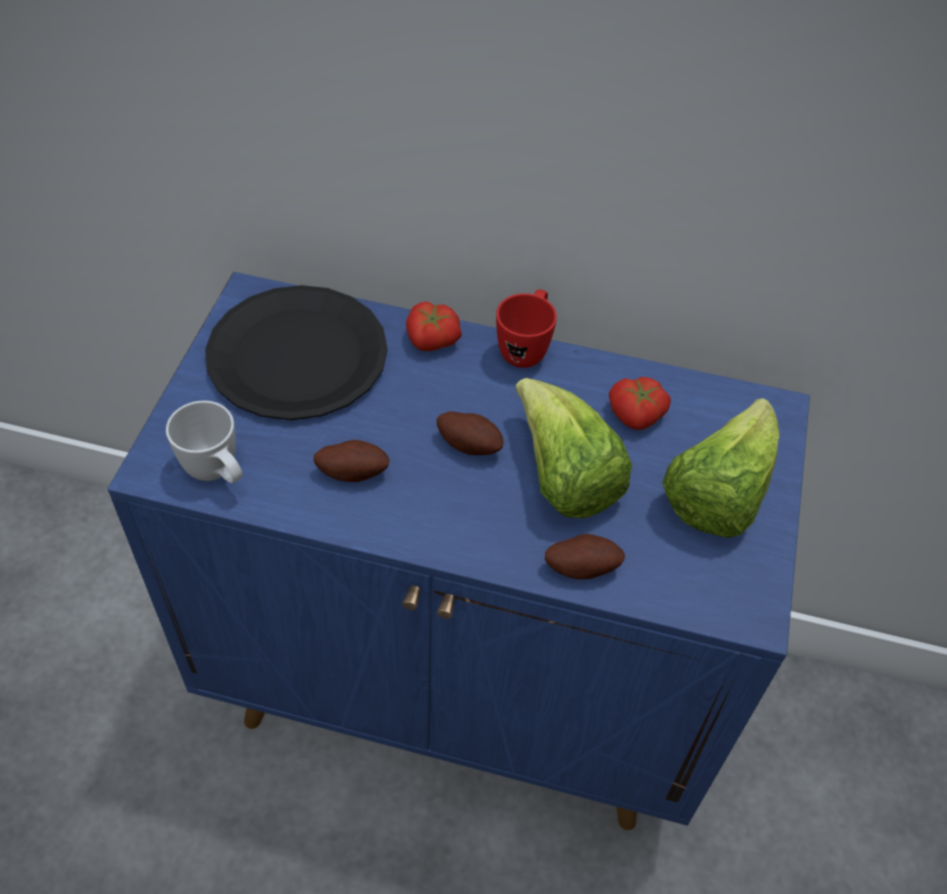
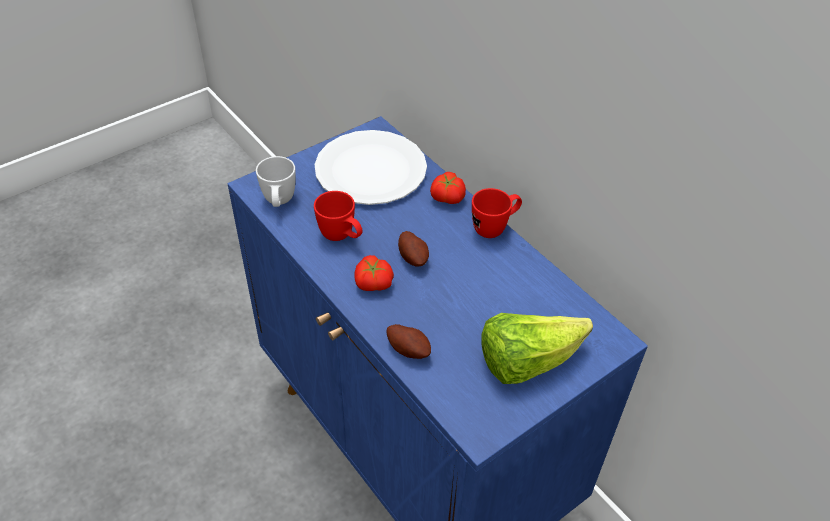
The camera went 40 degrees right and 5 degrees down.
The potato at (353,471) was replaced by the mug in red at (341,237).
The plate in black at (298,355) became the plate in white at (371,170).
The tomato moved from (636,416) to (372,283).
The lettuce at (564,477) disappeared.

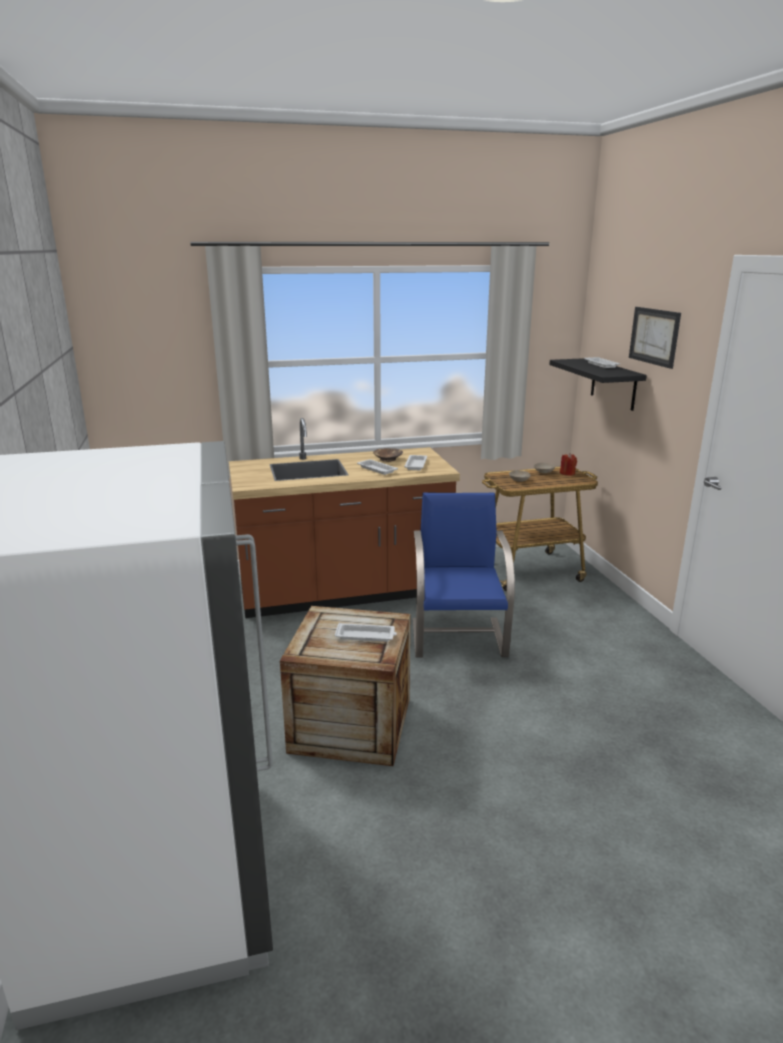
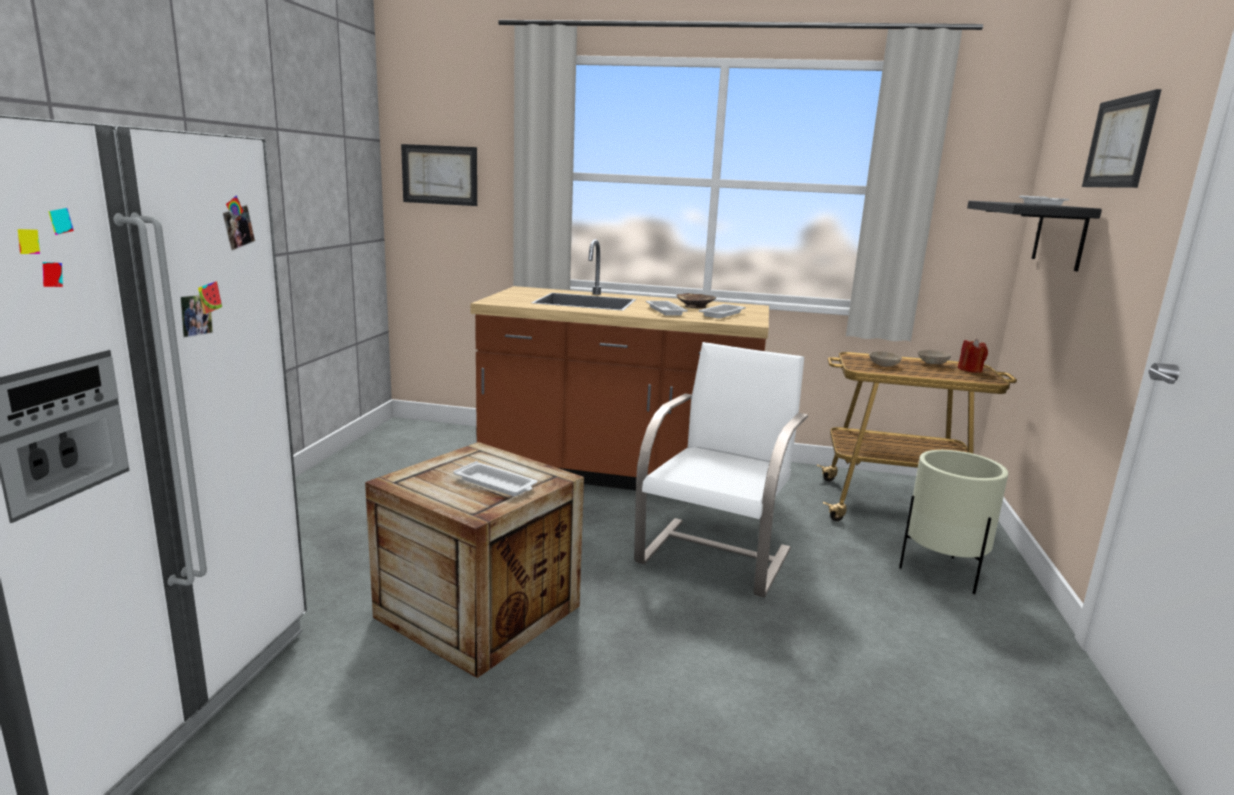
The camera went 25 degrees right and 5 degrees down.
The picture at (440,175) appeared.
The chair in blue at (458,636) became the chair in white at (716,555).
The planter in beige at (941,572) appeared.

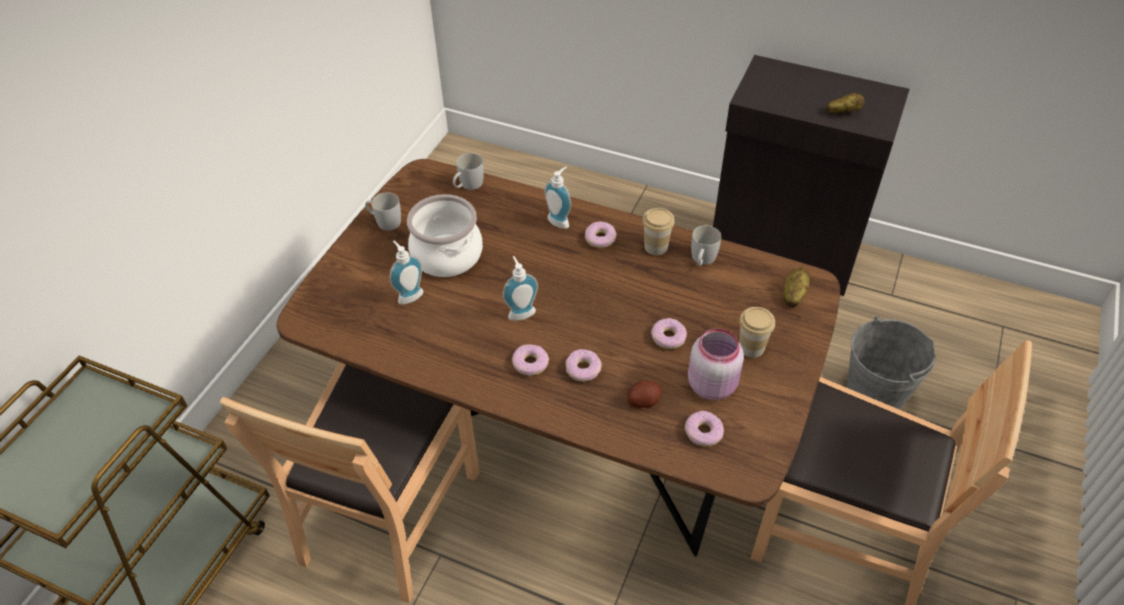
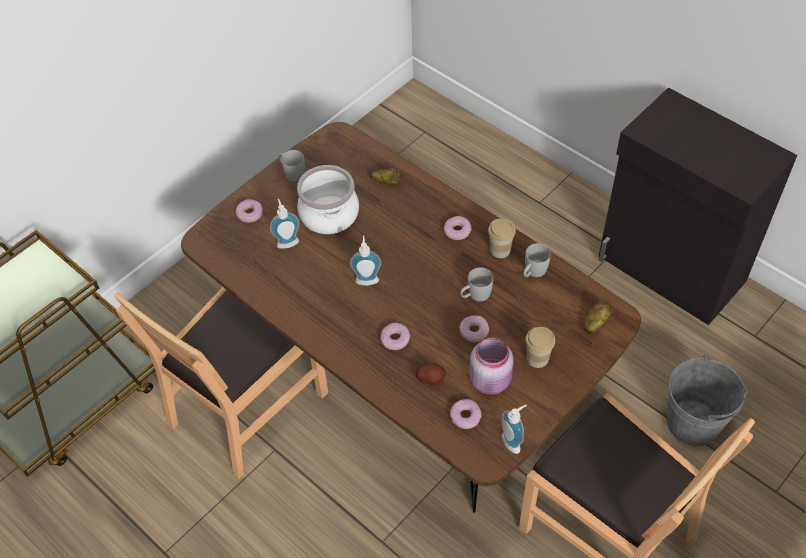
The camera went 20 degrees right and 5 degrees up.
The donut moved from (530,364) to (249,214).
The potato moved from (843,112) to (387,182).
The mug in white moved from (468,185) to (475,295).
The soap dispenser moved from (560,220) to (513,441).

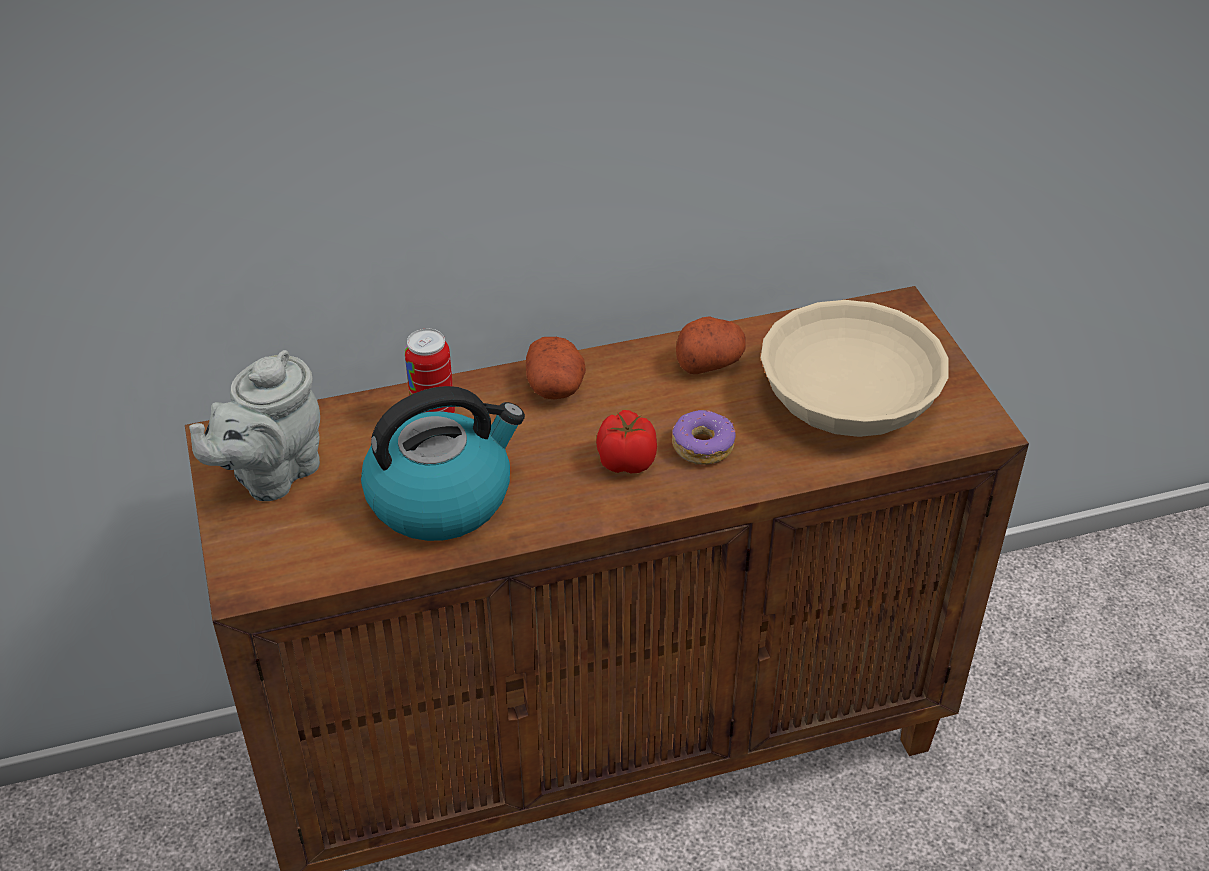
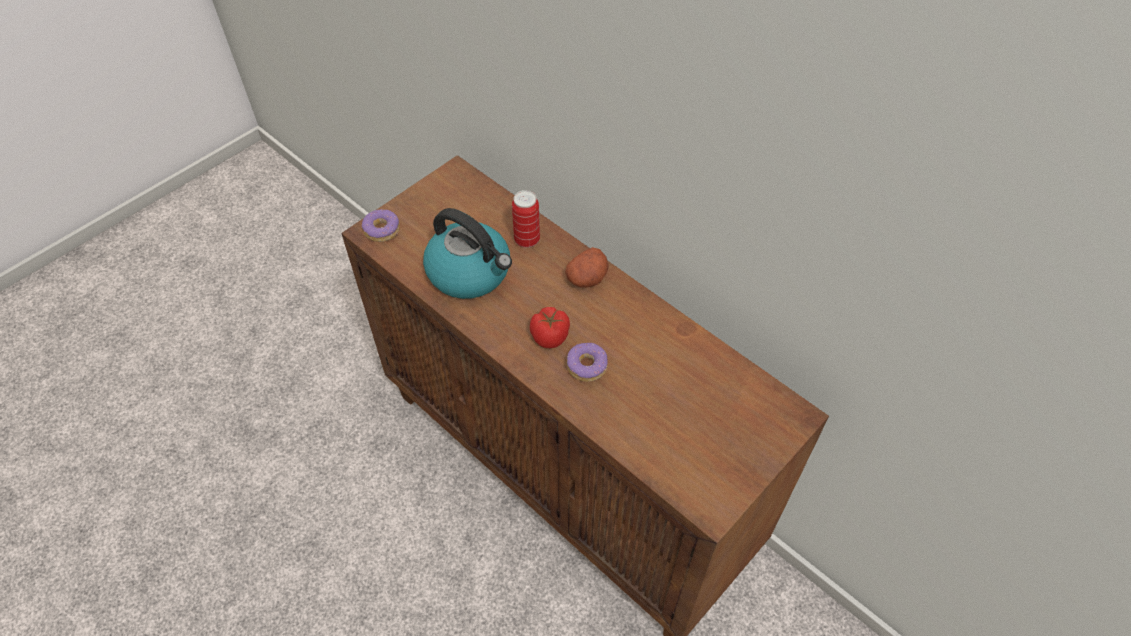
The camera went 60 degrees right and 10 degrees up.
The donut at (382,230) appeared.
The teapot in grey at (271,474) disappeared.
The potato at (709,361) disappeared.
The bowl in beige at (849,396) disappeared.

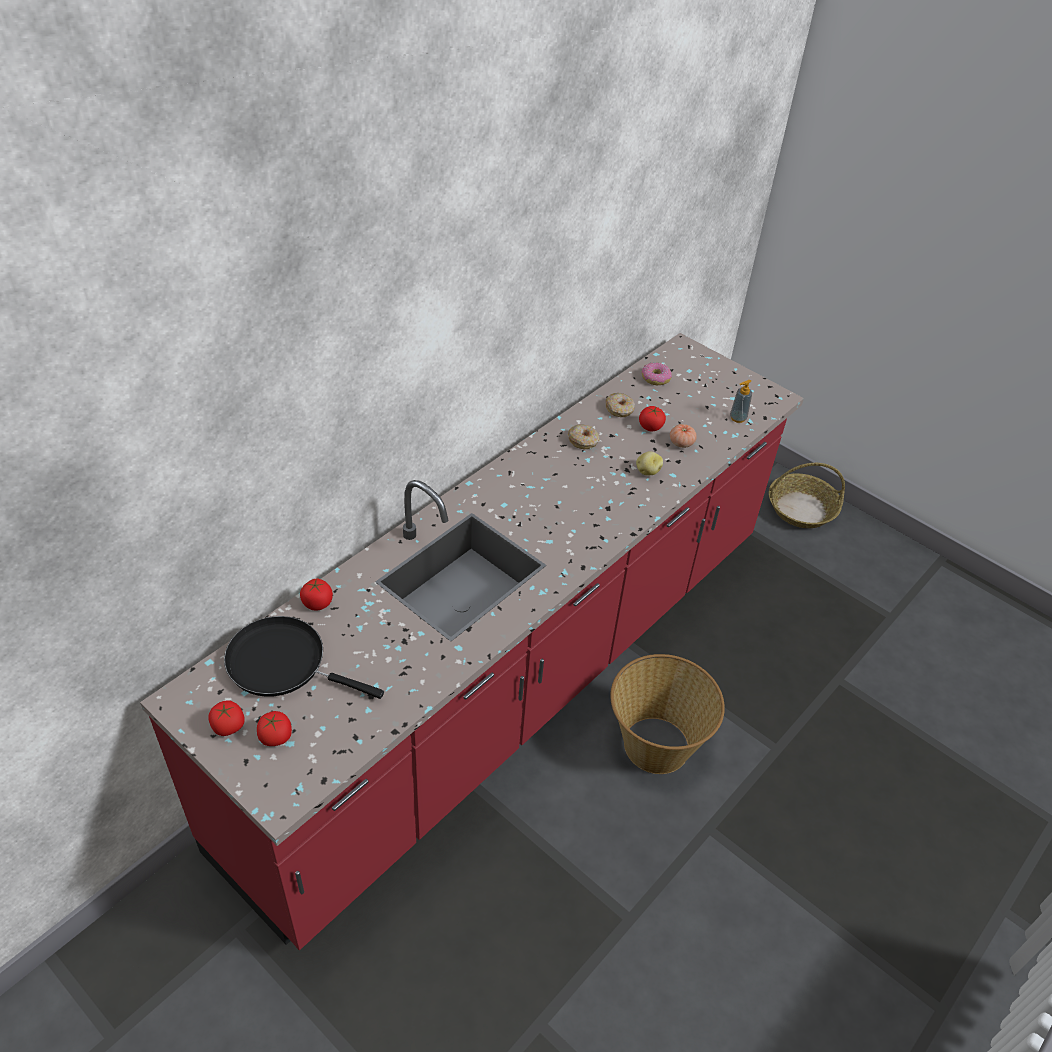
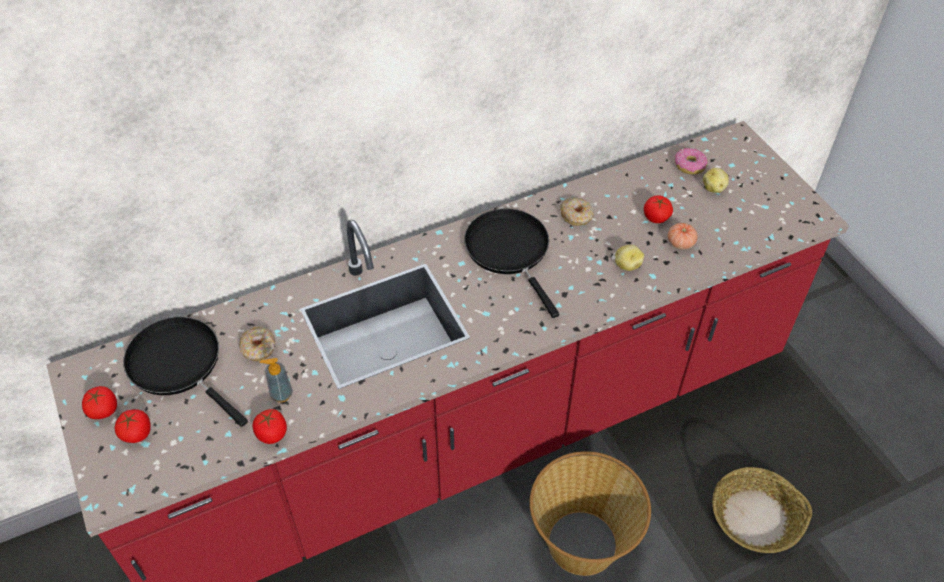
The camera went 25 degrees right and 5 degrees up.
The donut moved from (619,409) to (259,348).
The tomato moved from (317,603) to (272,434).
The soap dispenser moved from (738,418) to (281,394).
The frying pan in black at (510,251) appeared.
The potato at (714,188) appeared.
The basket moved from (801,508) to (755,517).

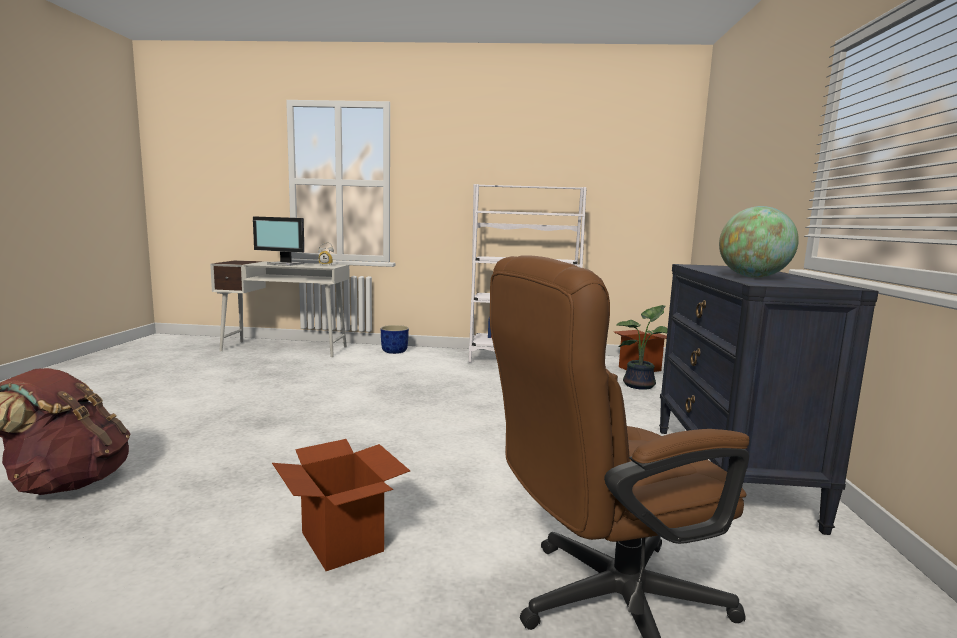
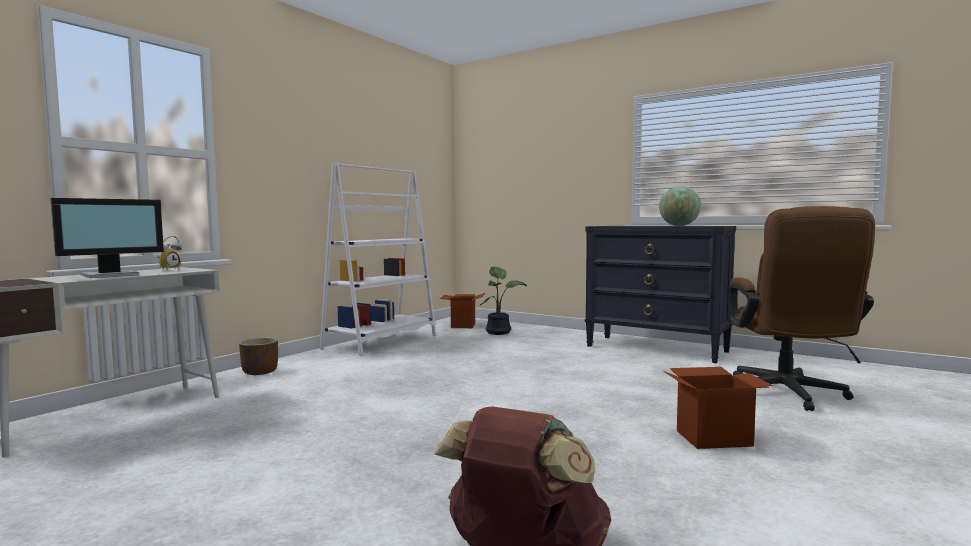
The camera went 60 degrees left and 5 degrees down.
The planter in blue at (395,351) became the planter in brown at (260,372).

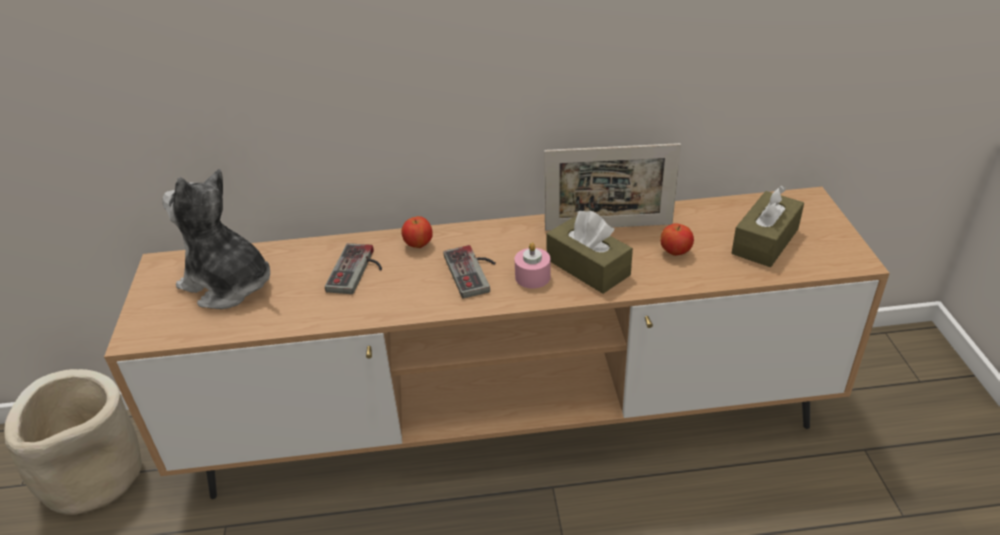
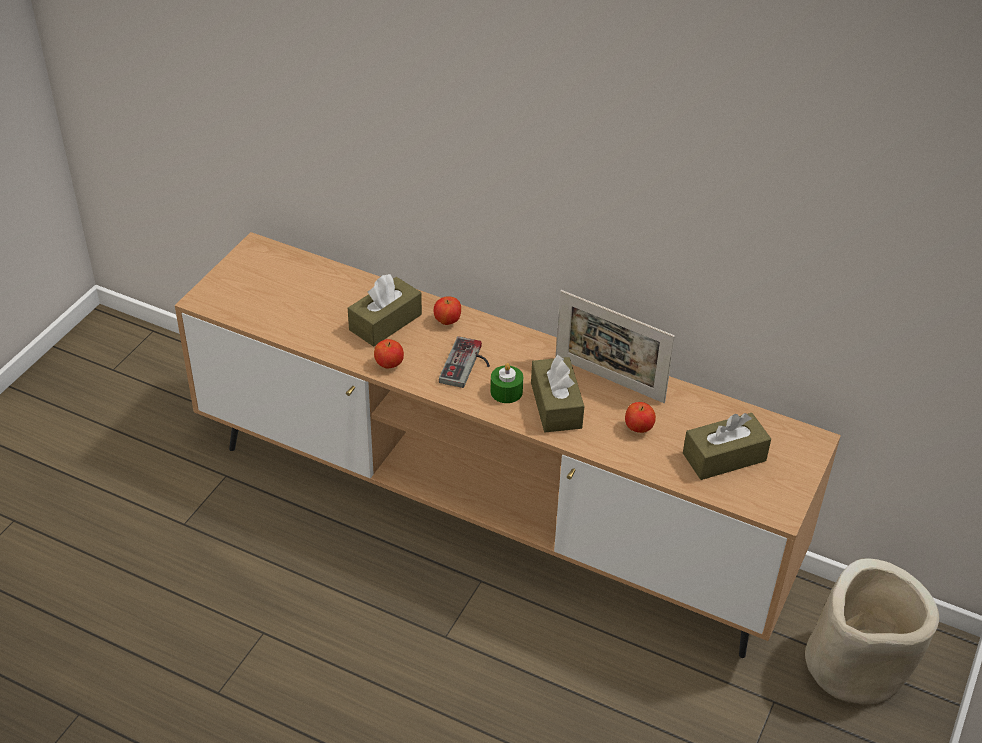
The camera went 30 degrees right and 5 degrees up.
The game controller at (358,271) was replaced by the tissue box in brown at (385,322).
The apple at (389,364) appeared.
The candle in pink at (532,277) became the candle in green at (506,392).
The planter in beige moved from (95,478) to (855,668).
The plush toy at (228,285) disappeared.

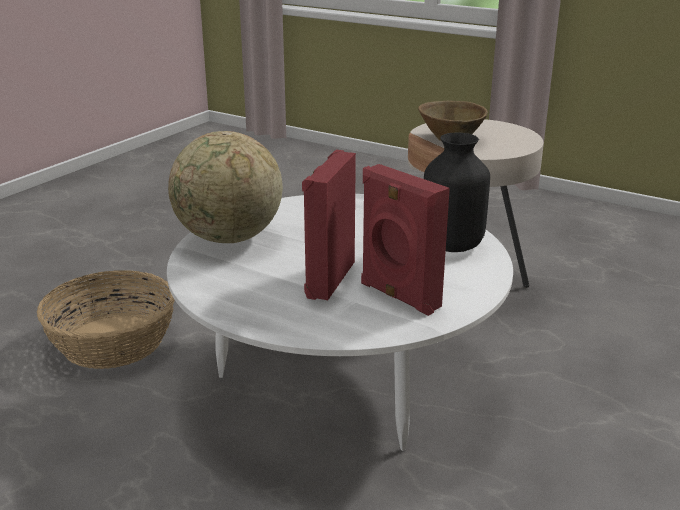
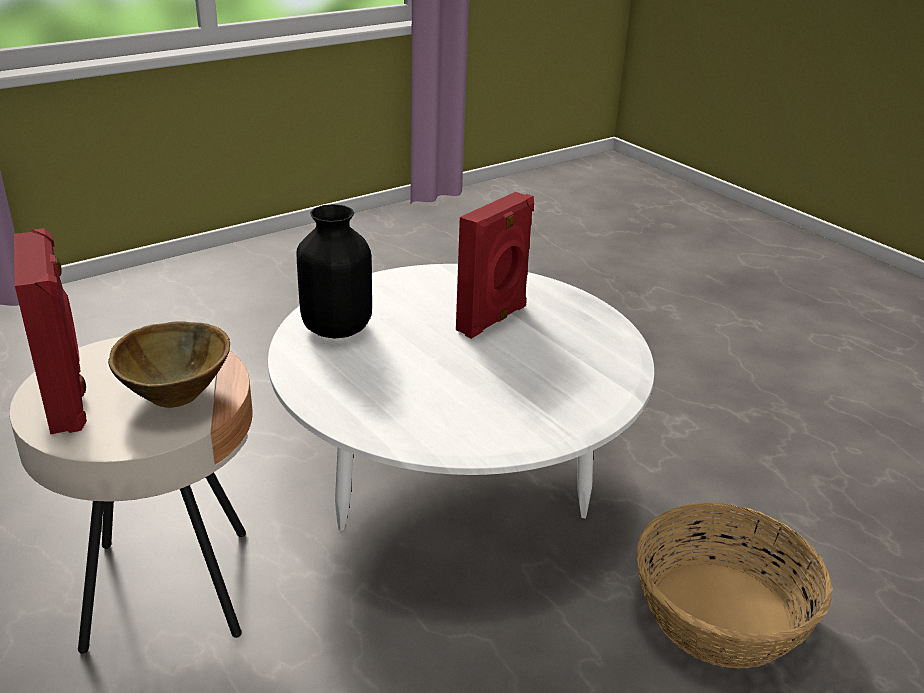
The camera went 160 degrees left and 5 degrees up.
The speaker in red moved from (398,296) to (68,399).
The globe at (229,239) disappeared.

